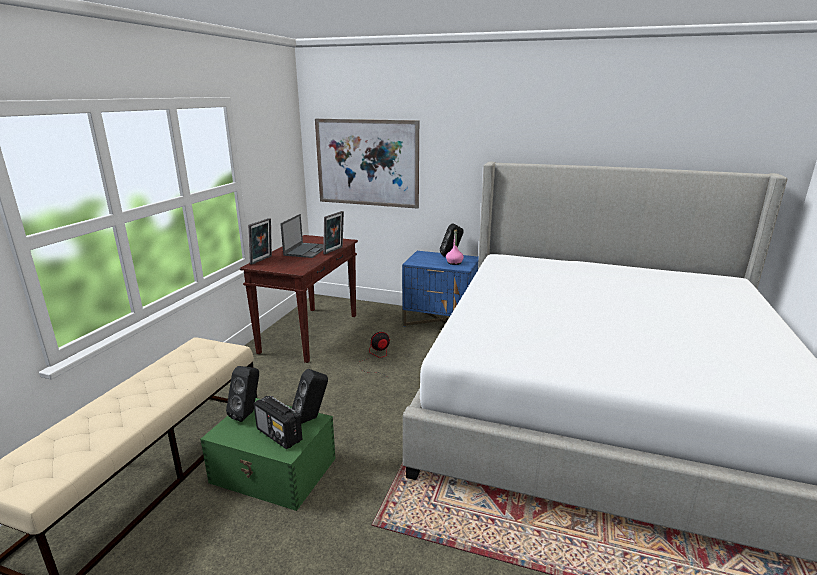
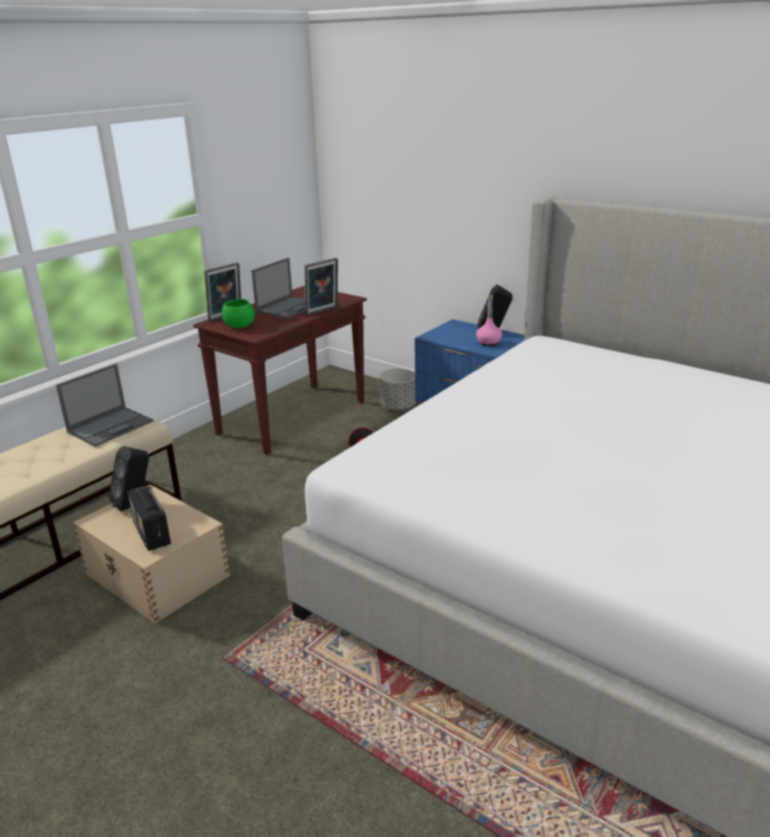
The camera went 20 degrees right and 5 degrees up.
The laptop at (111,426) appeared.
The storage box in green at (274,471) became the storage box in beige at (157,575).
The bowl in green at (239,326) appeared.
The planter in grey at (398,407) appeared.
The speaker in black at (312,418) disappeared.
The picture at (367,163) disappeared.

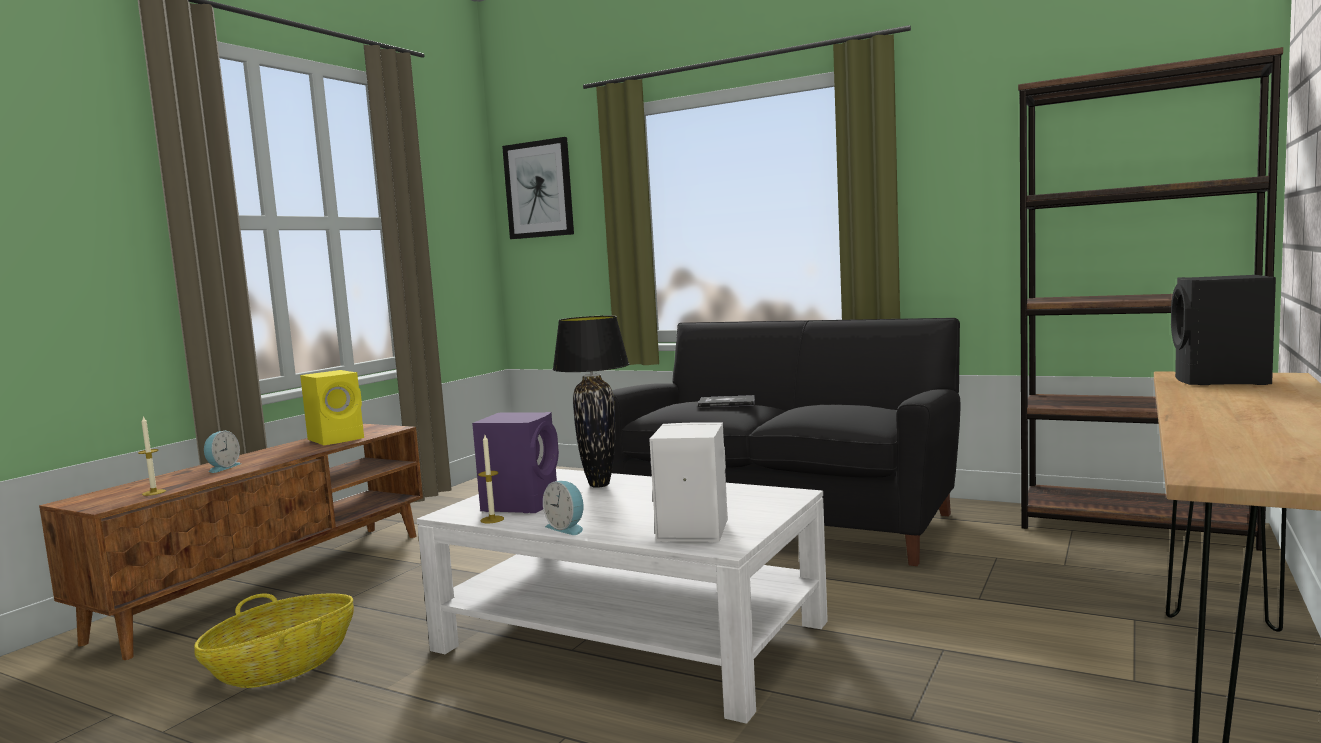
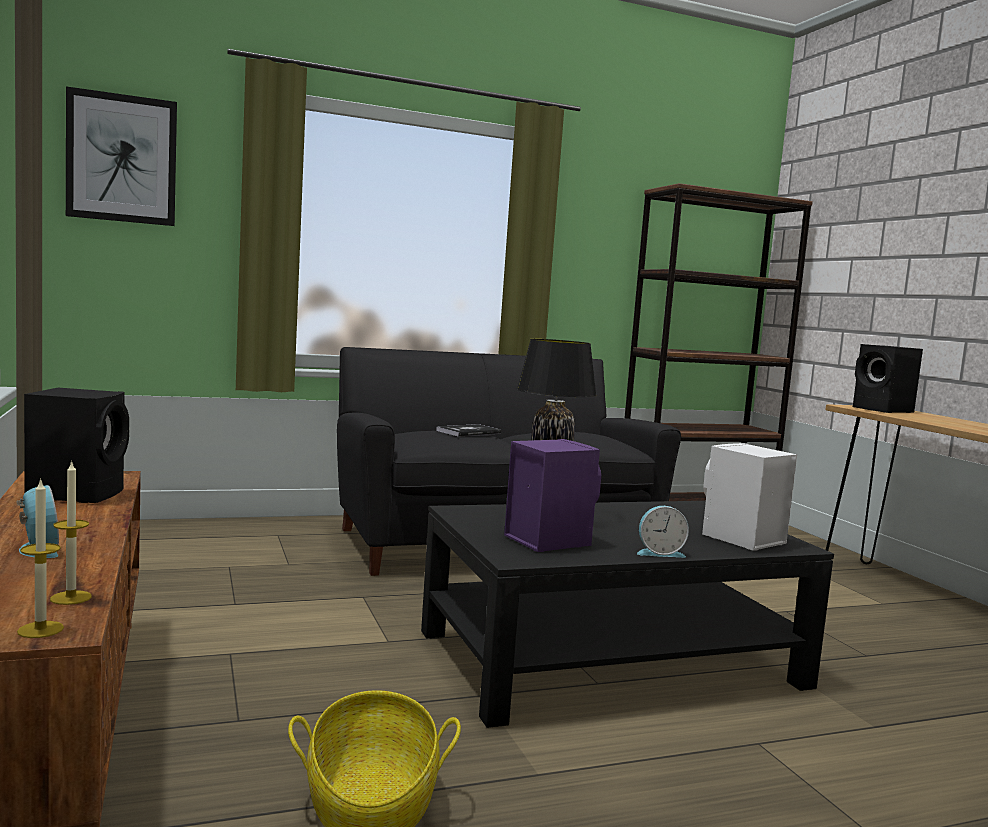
The camera went 50 degrees left and 0 degrees up.
The candle moved from (492,519) to (40,629).
The speaker in yellow at (338,439) became the speaker in black at (78,493).
The coffee table in white at (632,636) became the coffee table in black at (612,658).

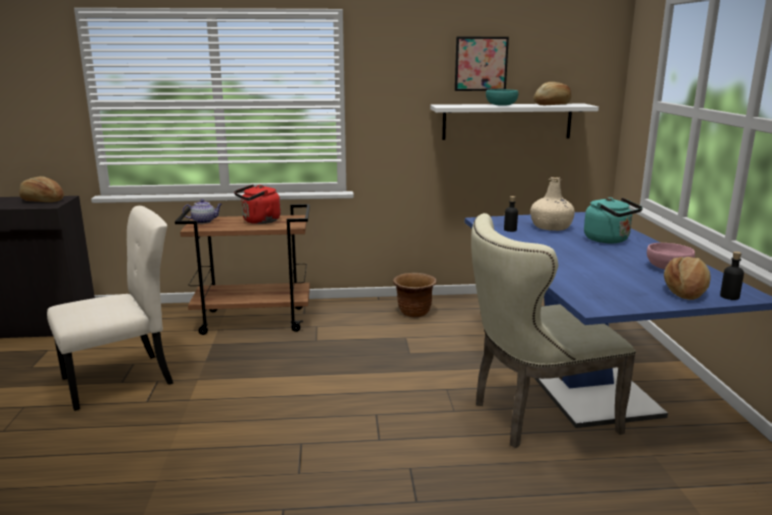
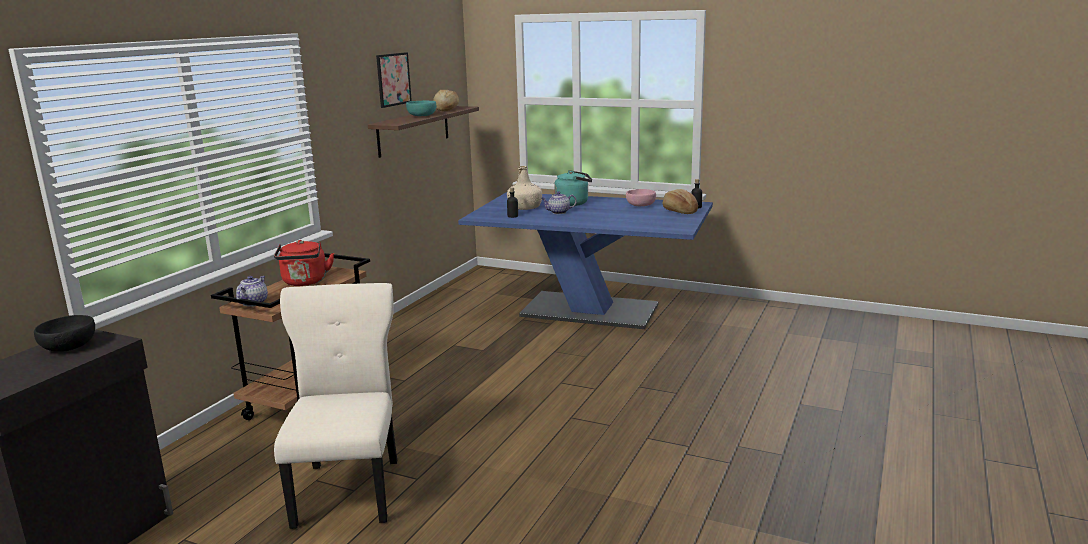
The camera went 60 degrees left and 0 degrees up.
The bread at (42,200) was replaced by the bowl in black at (69,346).
The shelf in white at (507,121) became the shelf in brown at (414,130).
The teapot at (558,212) appeared.
The planter in brown at (414,313) disappeared.
The chair in beige at (535,416) disappeared.

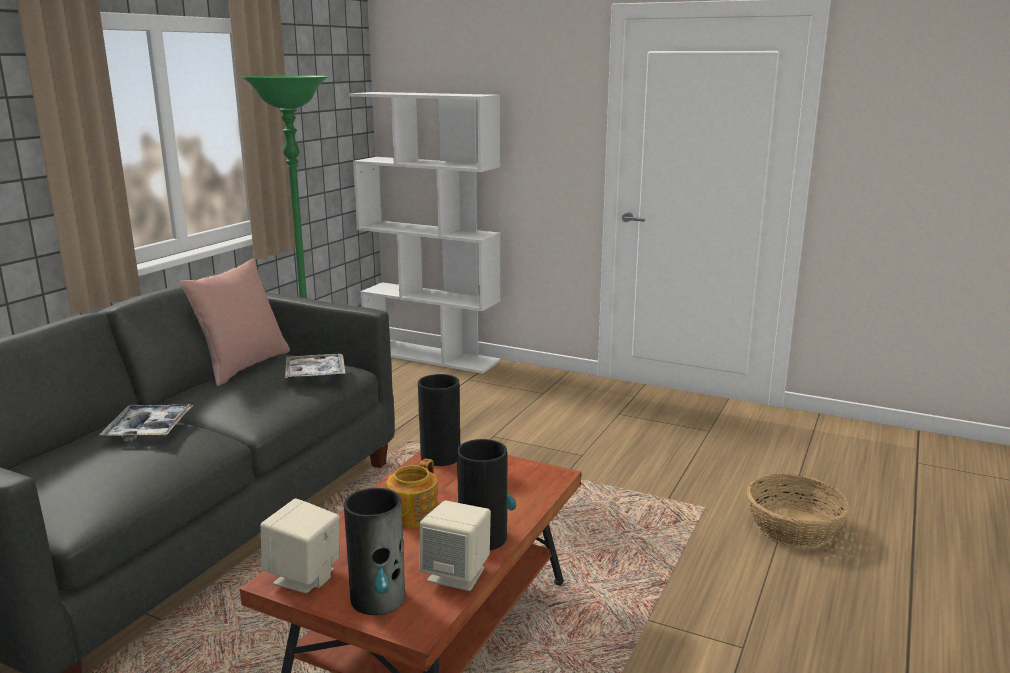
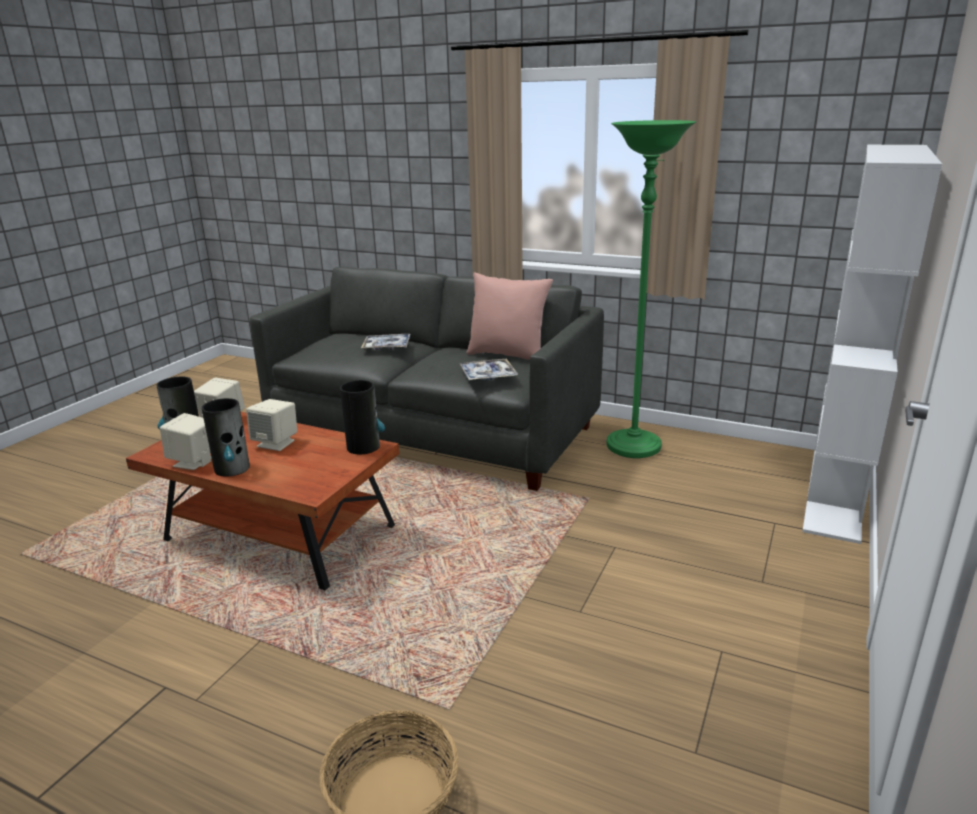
The camera went 90 degrees right and 5 degrees up.
The teapot at (412,515) was replaced by the speaker in beige at (276,443).

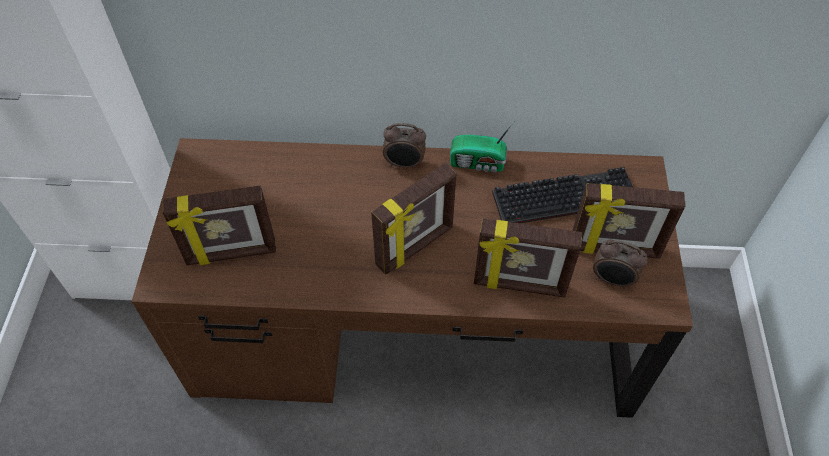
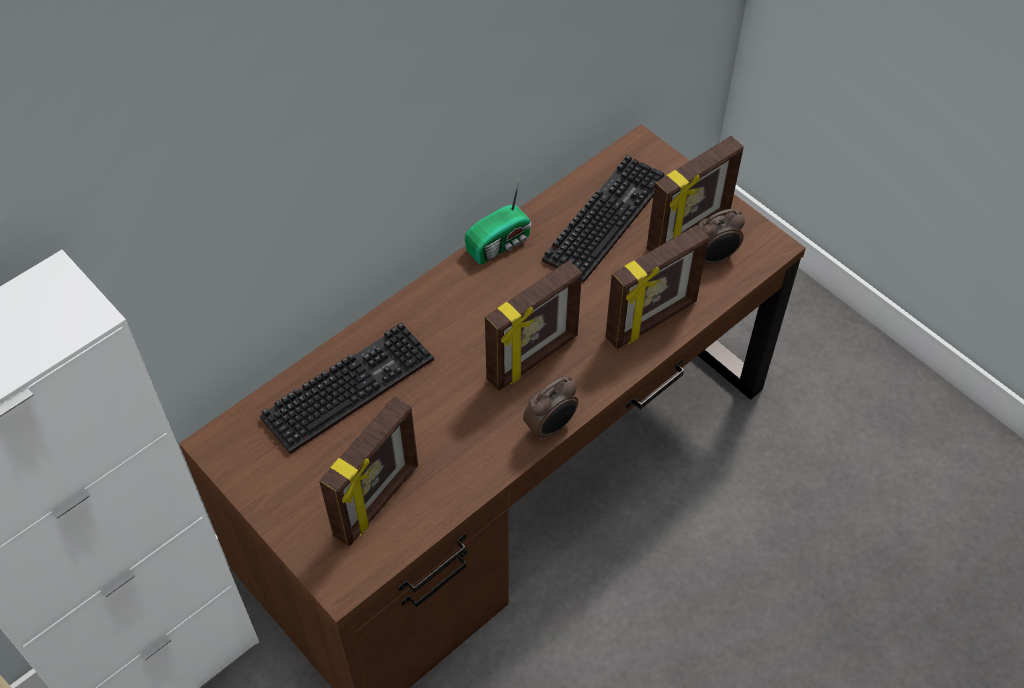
The camera went 45 degrees left and 0 degrees up.
The keyboard at (349,385) appeared.
The picture frame at (415,247) turned 45 degrees clockwise.
The alarm clock moved from (404,164) to (551,427).

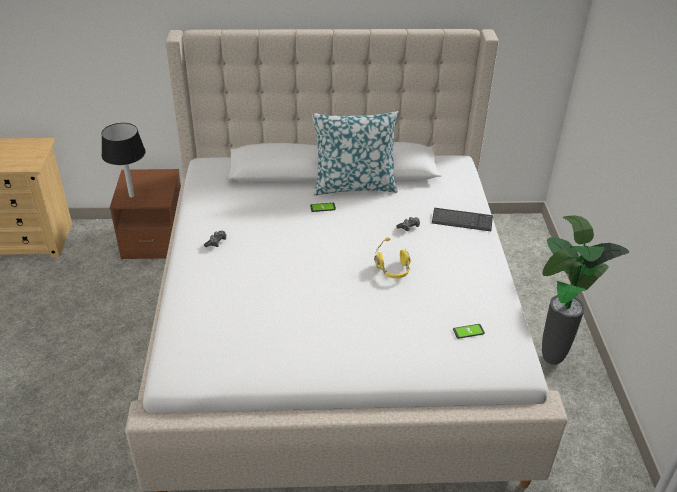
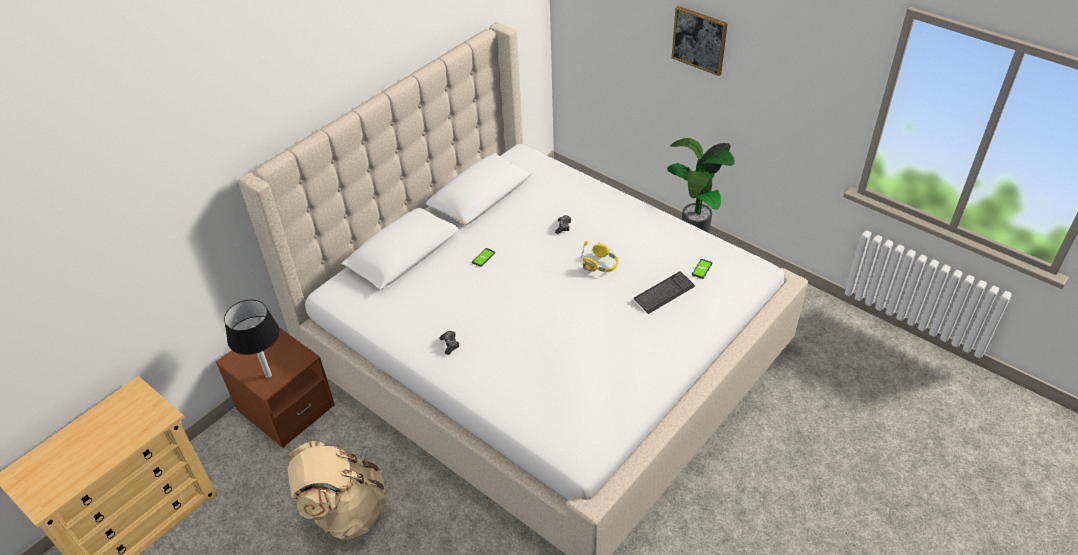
The camera went 45 degrees left and 5 degrees up.
The backpack in beige at (345,511) appeared.
The keyboard moved from (462,221) to (664,293).
The picture at (699,40) appeared.
The pillow at (354,185) disappeared.

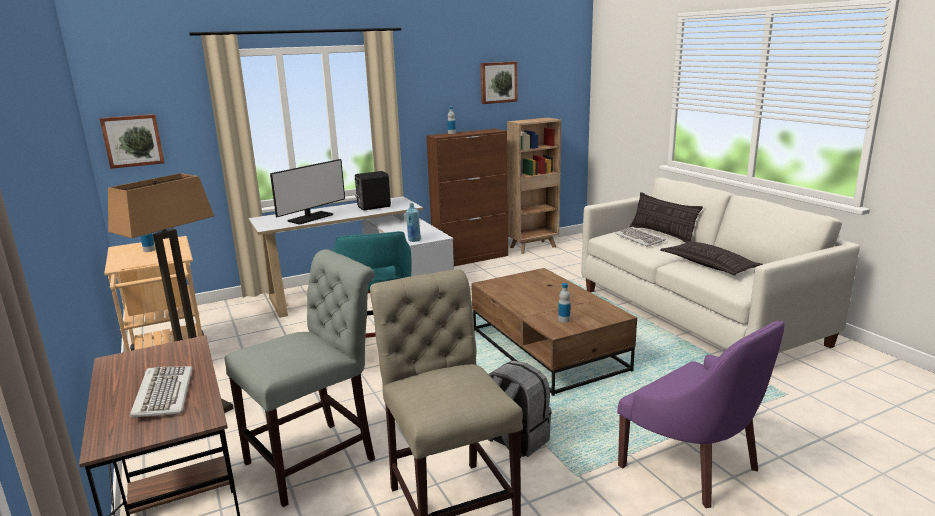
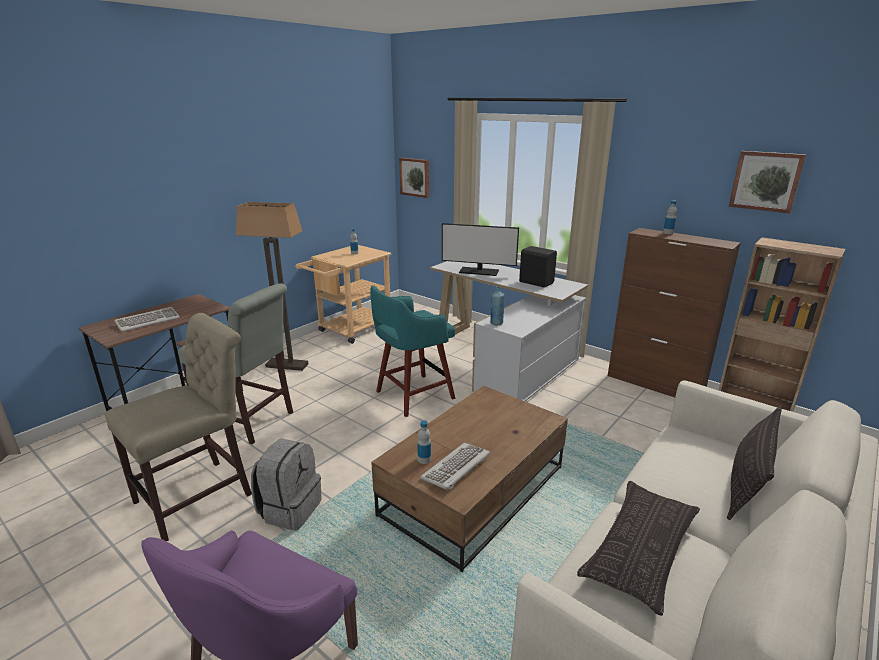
The camera went 65 degrees right and 5 degrees up.
The keyboard moved from (640,239) to (456,468).

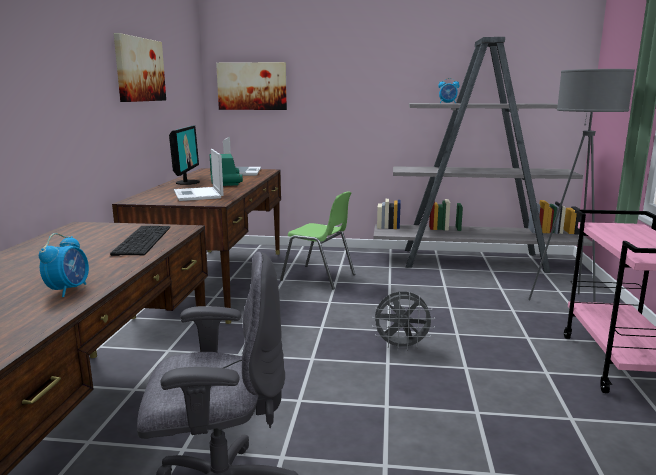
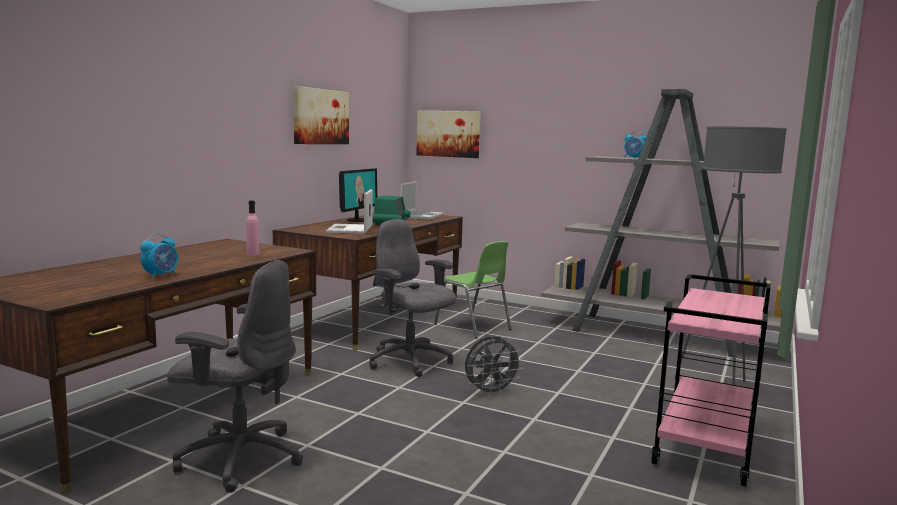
The camera went 20 degrees right and 5 degrees down.
The keyboard at (141,240) was replaced by the bottle in pink at (252,254).
The office chair in grey at (410,362) appeared.
The fan in grey at (401,347) turned 45 degrees counterclockwise.

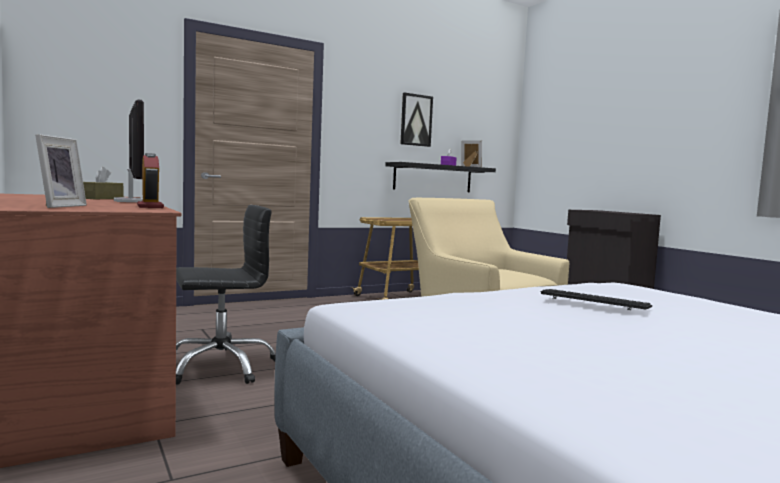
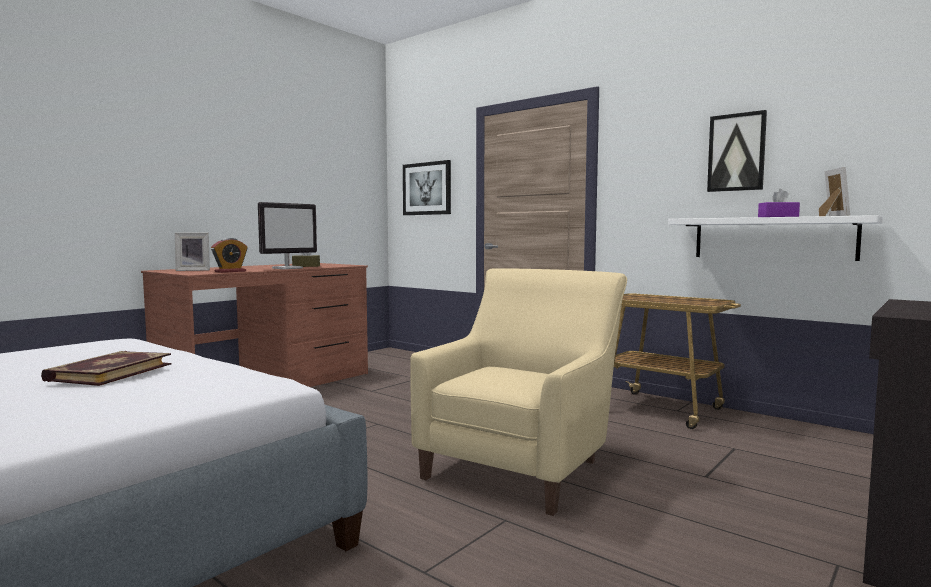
The camera went 70 degrees right and 0 degrees up.
The keyboard at (594,302) was replaced by the book at (109,372).
The picture at (427,188) appeared.
The shelf in black at (433,178) became the shelf in white at (772,238).
The office chair in black at (221,366) disappeared.

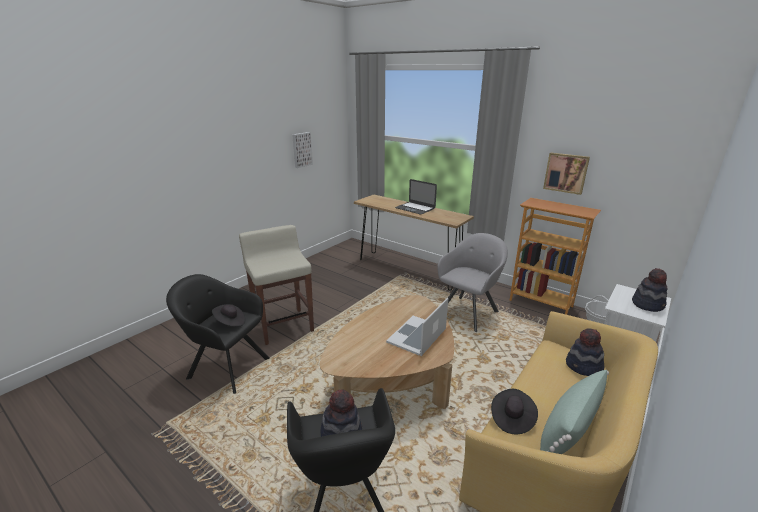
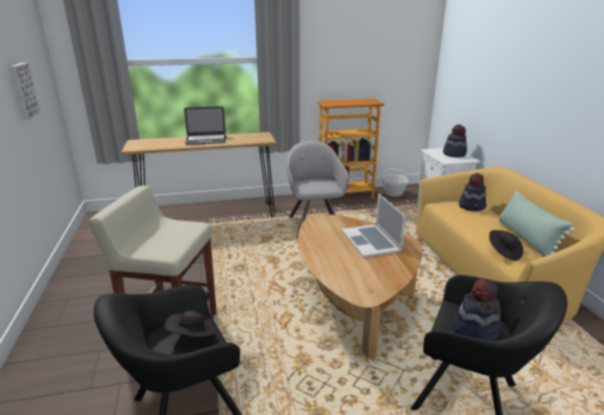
The camera went 50 degrees left and 0 degrees up.
The picture at (566,173) disappeared.

